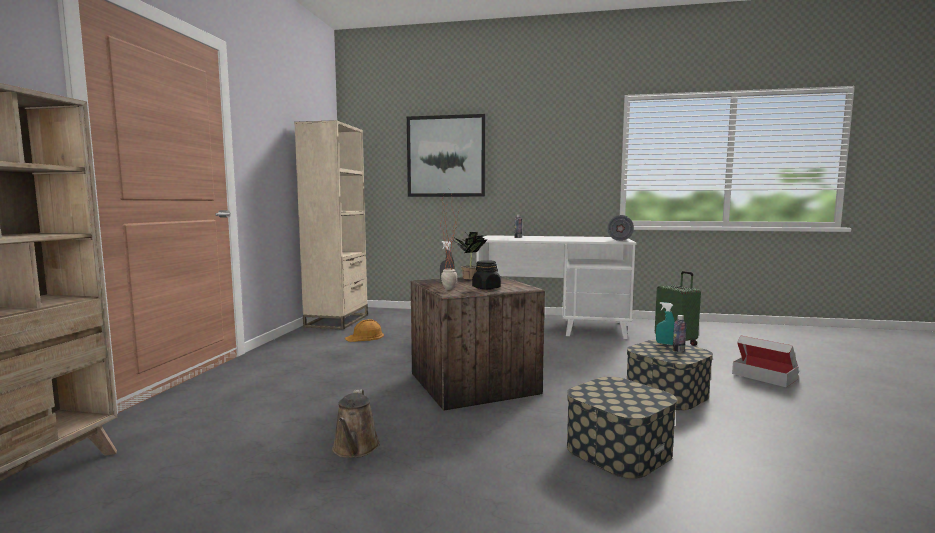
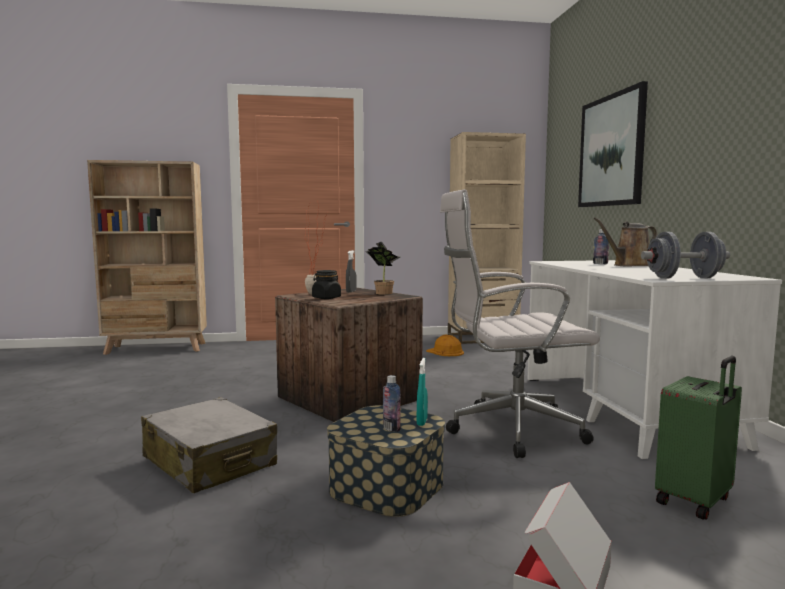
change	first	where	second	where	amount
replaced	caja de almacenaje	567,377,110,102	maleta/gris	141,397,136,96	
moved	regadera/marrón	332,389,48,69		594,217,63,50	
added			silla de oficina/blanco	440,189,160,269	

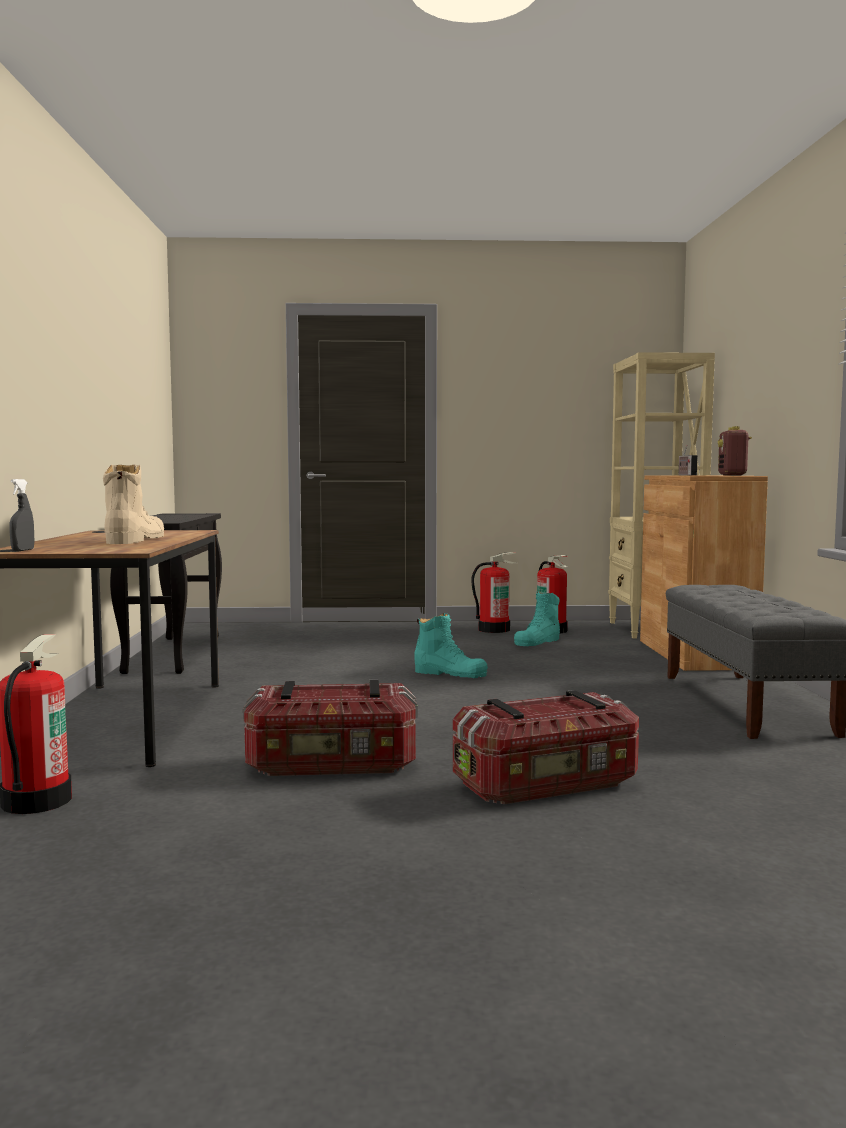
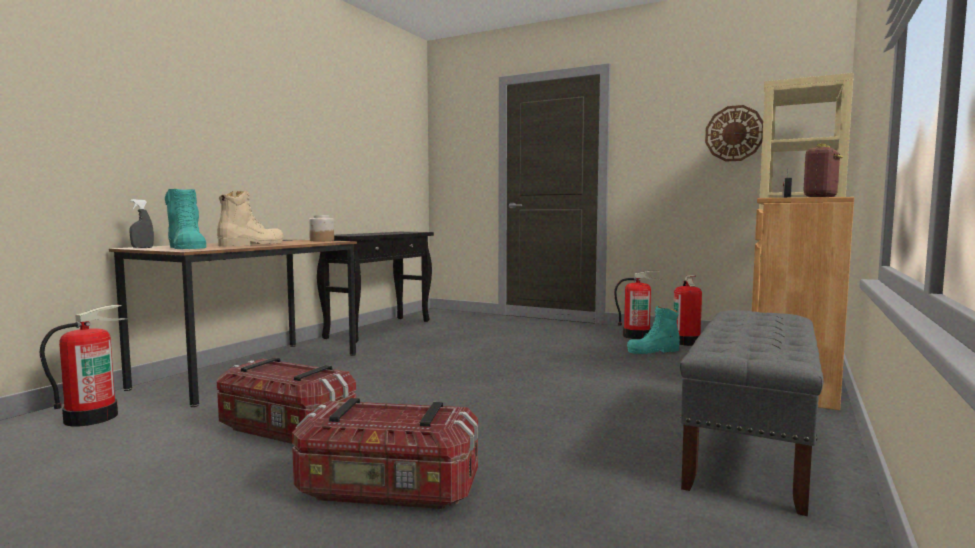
change	first	where	second	where	amount
moved	bota/turquesa	414,613,74,65		165,189,42,60	
added			reloj de pared	705,105,58,57	
added			tarro	309,215,25,26	

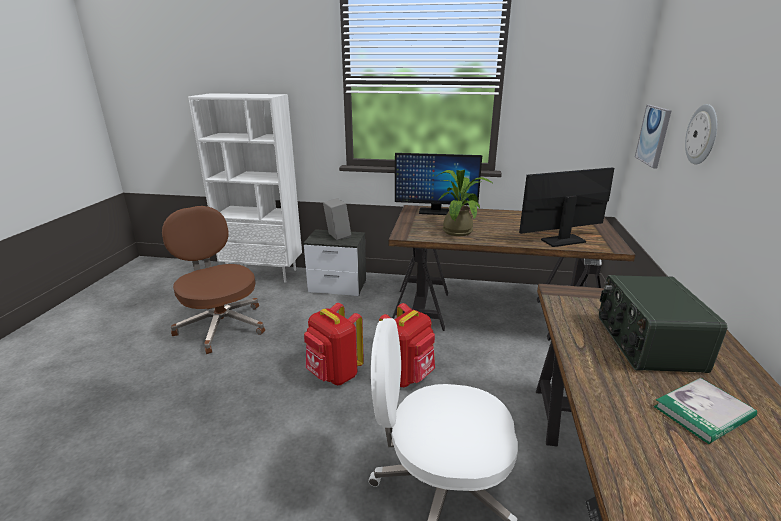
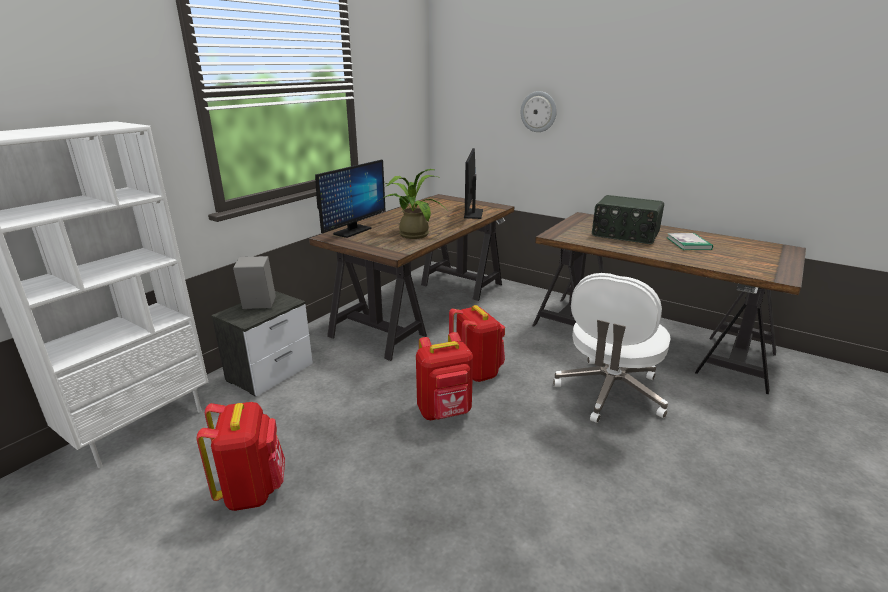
change	first	where	second	where	amount
removed	cuadro	635,105,37,64			
replaced	silla de oficina/marrón	162,206,103,148	mochila/rojo	196,402,89,109	

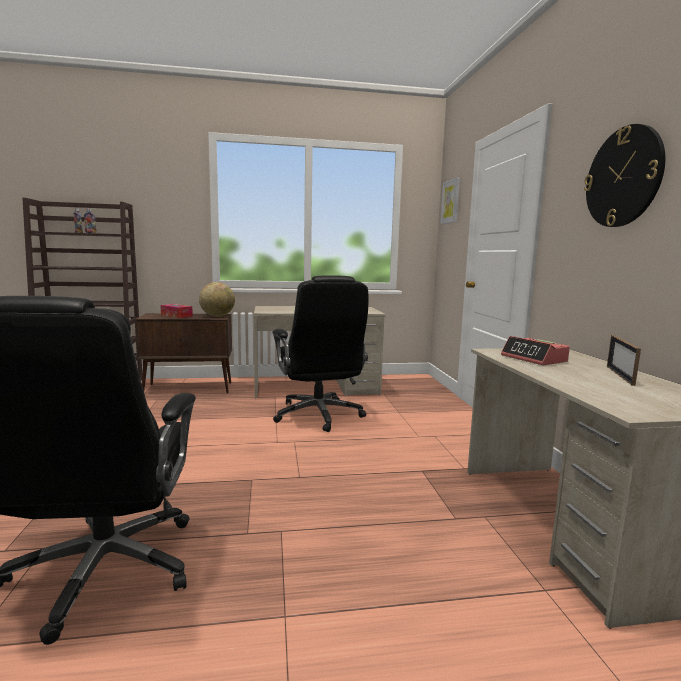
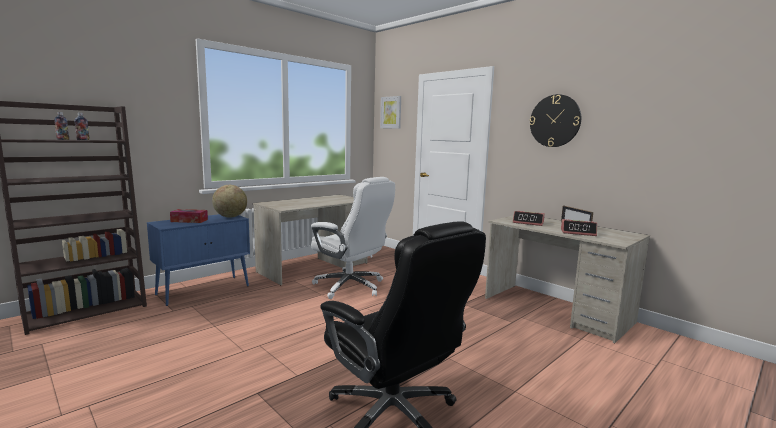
change	first	where	second	where	amount
recoloured	silla de oficina/negro	272,275,96,157	silla de oficina/blanco	311,177,84,122	
recoloured	armario/marrón	135,314,97,79	armario/azul	147,214,103,92	
added			despertador	561,219,36,17	

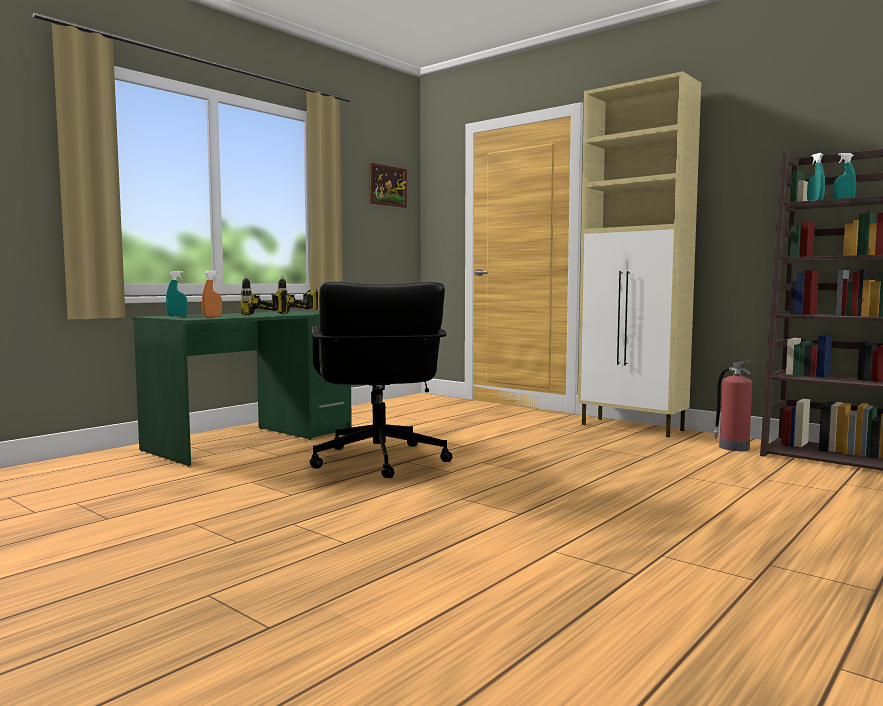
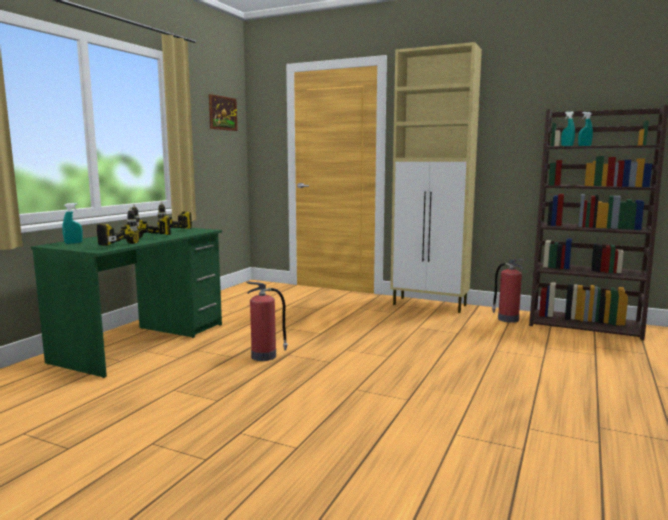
change	first	where	second	where	amount
replaced	pulverizador/naranja	202,270,20,47	taladro	97,207,42,39	
replaced	silla de oficina/negro	310,282,143,196	extintor	246,281,42,80	

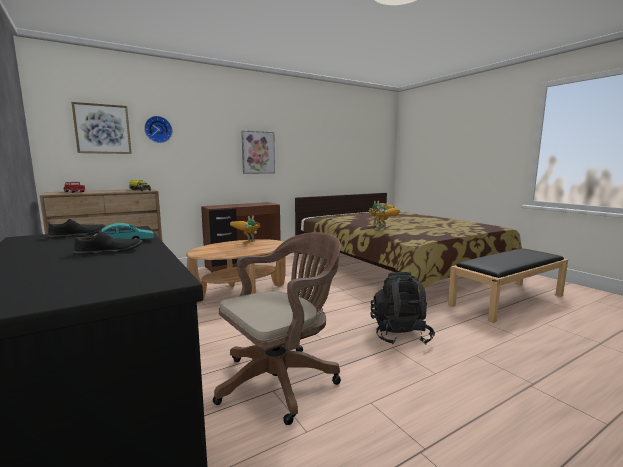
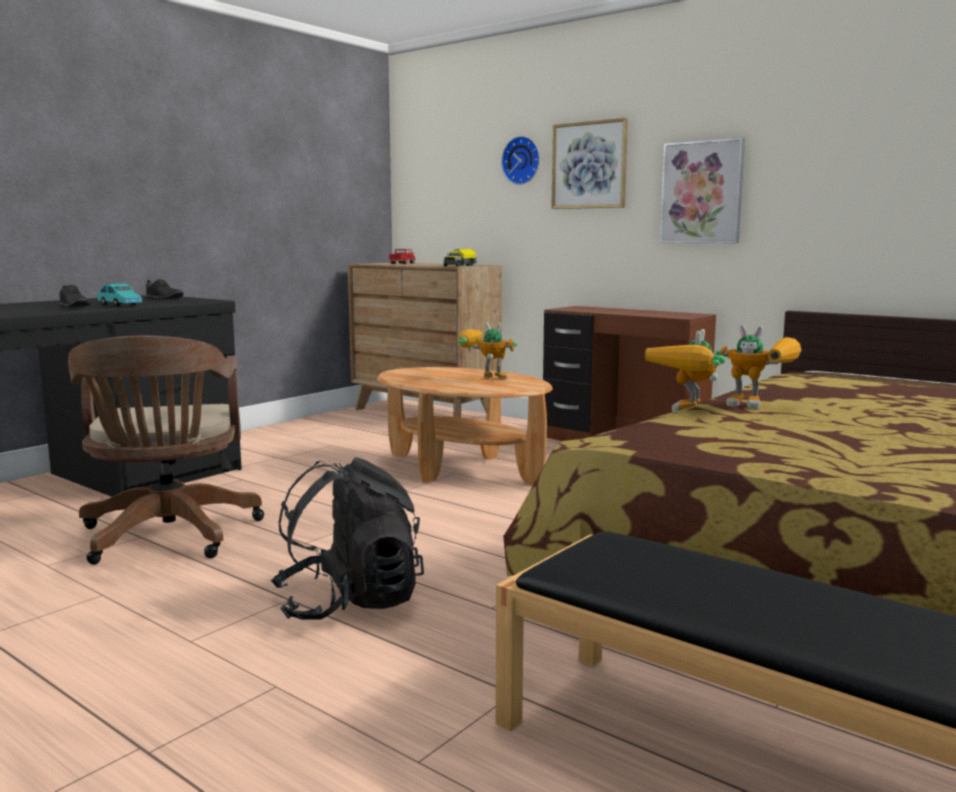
change	first	where	second	where	amount
moved	cuadro	71,102,61,52		551,118,77,91	
turned	silla de oficina/marrón	213,232,128,193		68,336,196,229	45 degrees clockwise

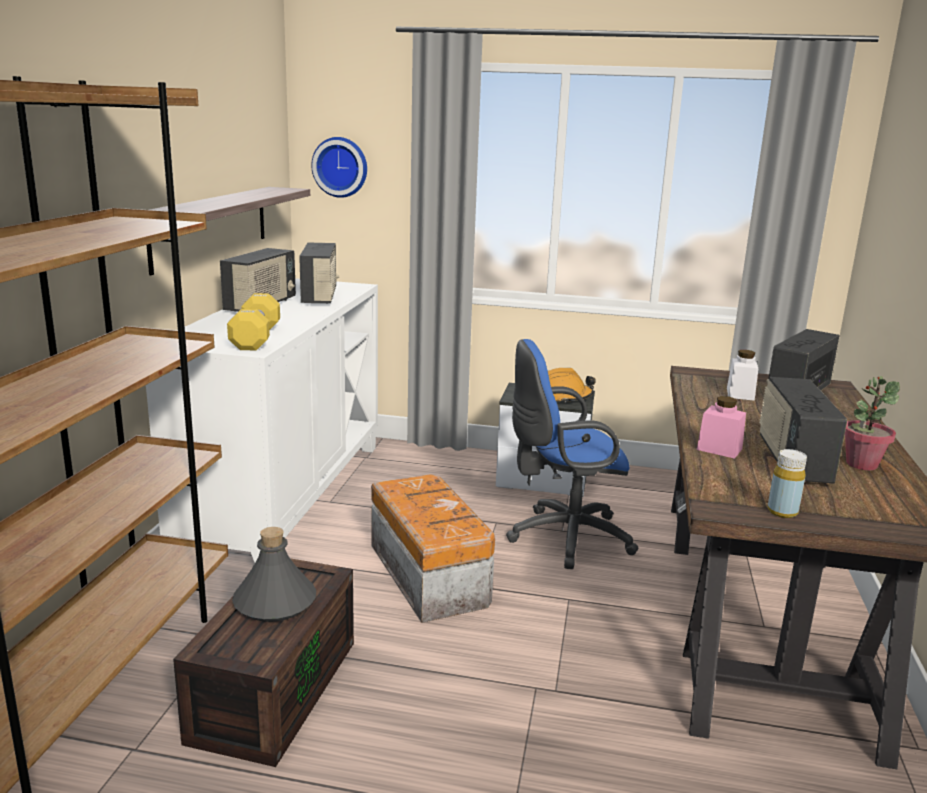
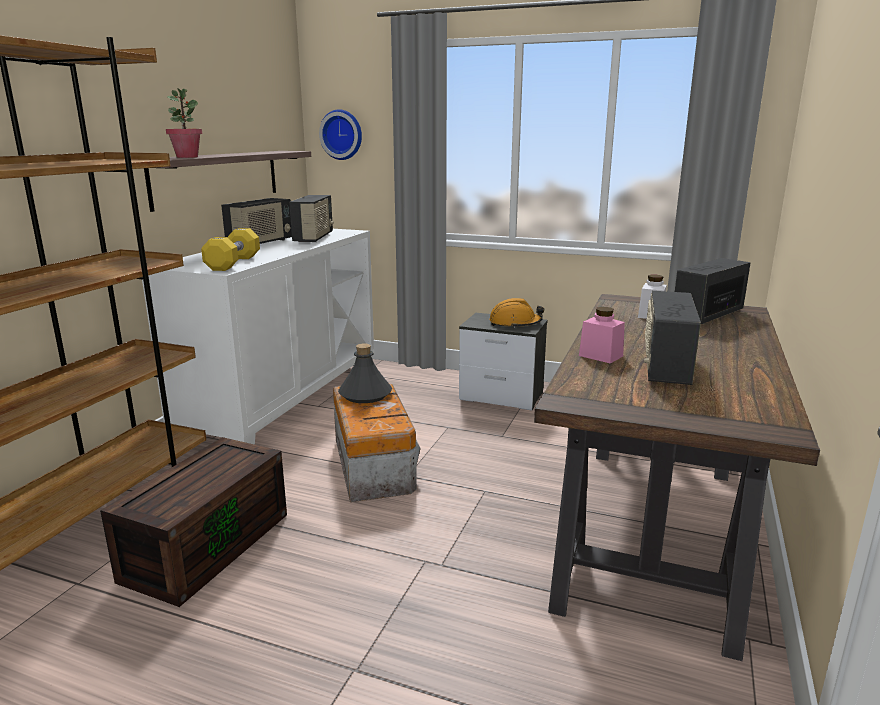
change	first	where	second	where	amount
removed	silla de oficina/azul	506,339,132,230			
moved	planta en maceta	845,376,55,94		166,88,36,70	
removed	botella/amarillo	768,449,39,69			
moved	botella/gris	232,527,84,95		338,343,54,60	

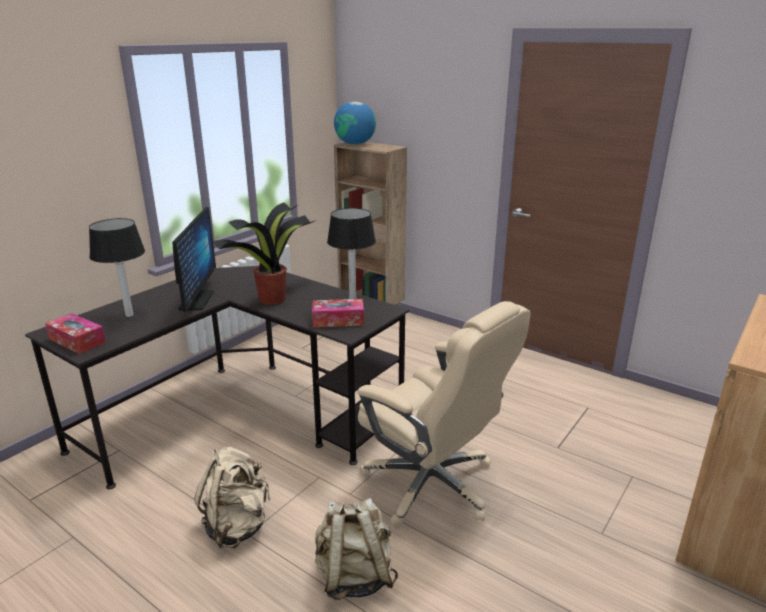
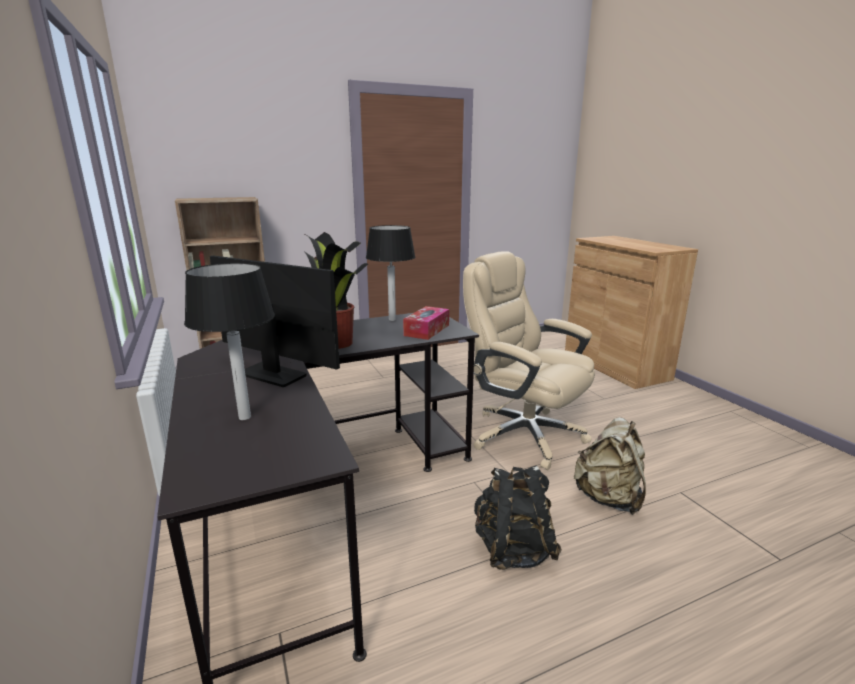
change	first	where	second	where	amount
removed	globo terráqueo	334,102,42,42			
turned	silla de oficina/beis	358,301,173,227		463,251,132,219	120 degrees counterclockwise
removed	caja de pañuelos	45,313,61,41			
recoloured	mochila/beis	194,447,76,102	mochila/negro	474,466,88,104	

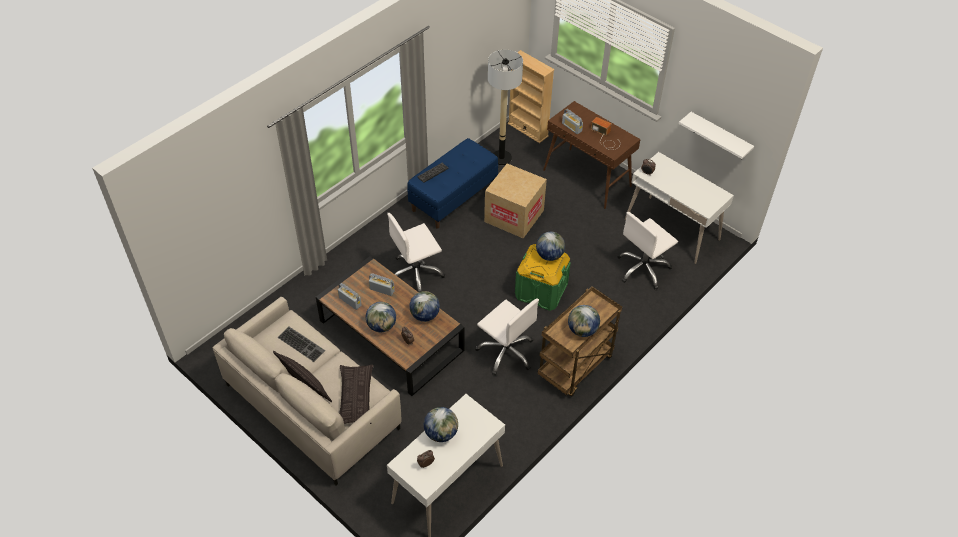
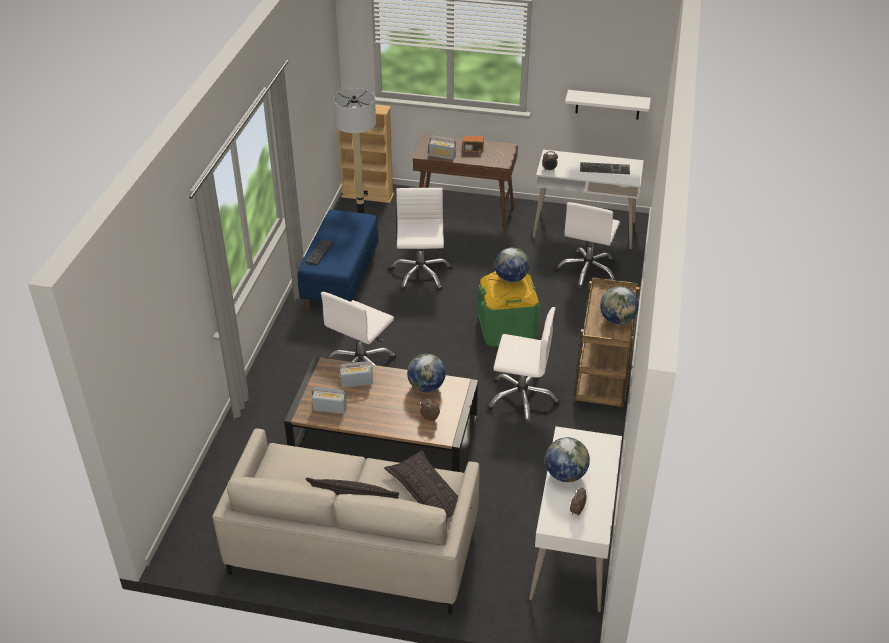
change	first	where	second	where	amount
replaced	caja de cartón	484,163,63,75	silla de oficina/blanco	389,188,64,104	
removed	globo terráqueo	366,302,30,30			
moved	teclado	277,327,48,35		580,162,50,12	

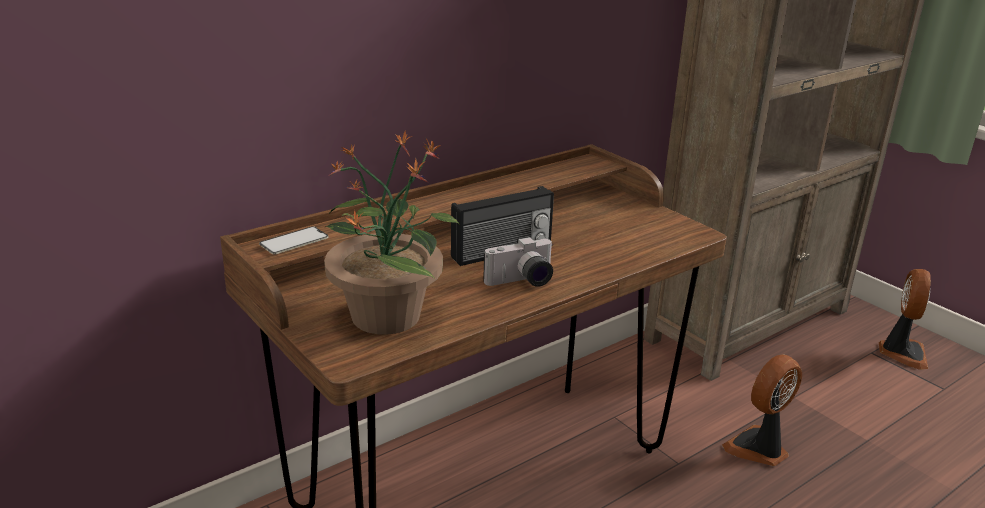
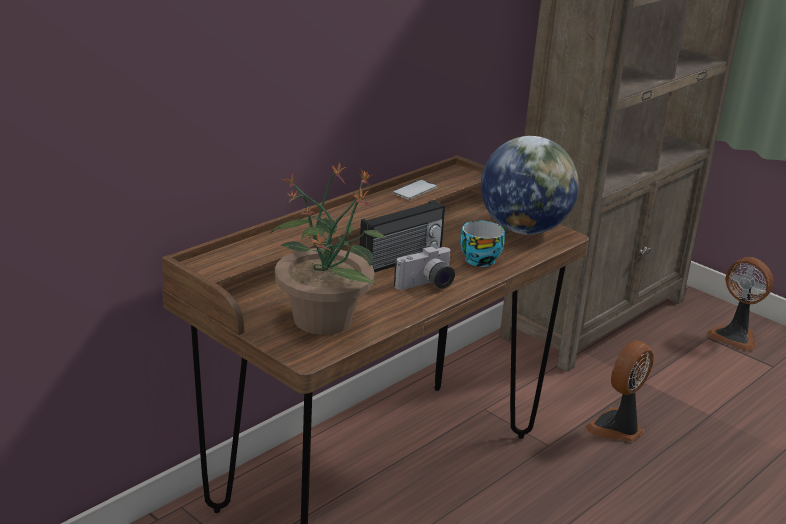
change	first	where	second	where	amount
moved	móvil	259,226,69,28		392,179,46,20	
turned	ventilador	879,269,52,101		707,257,67,94	120 degrees clockwise
added			globo terráqueo	481,136,98,98	
added			taza	460,220,45,47	

